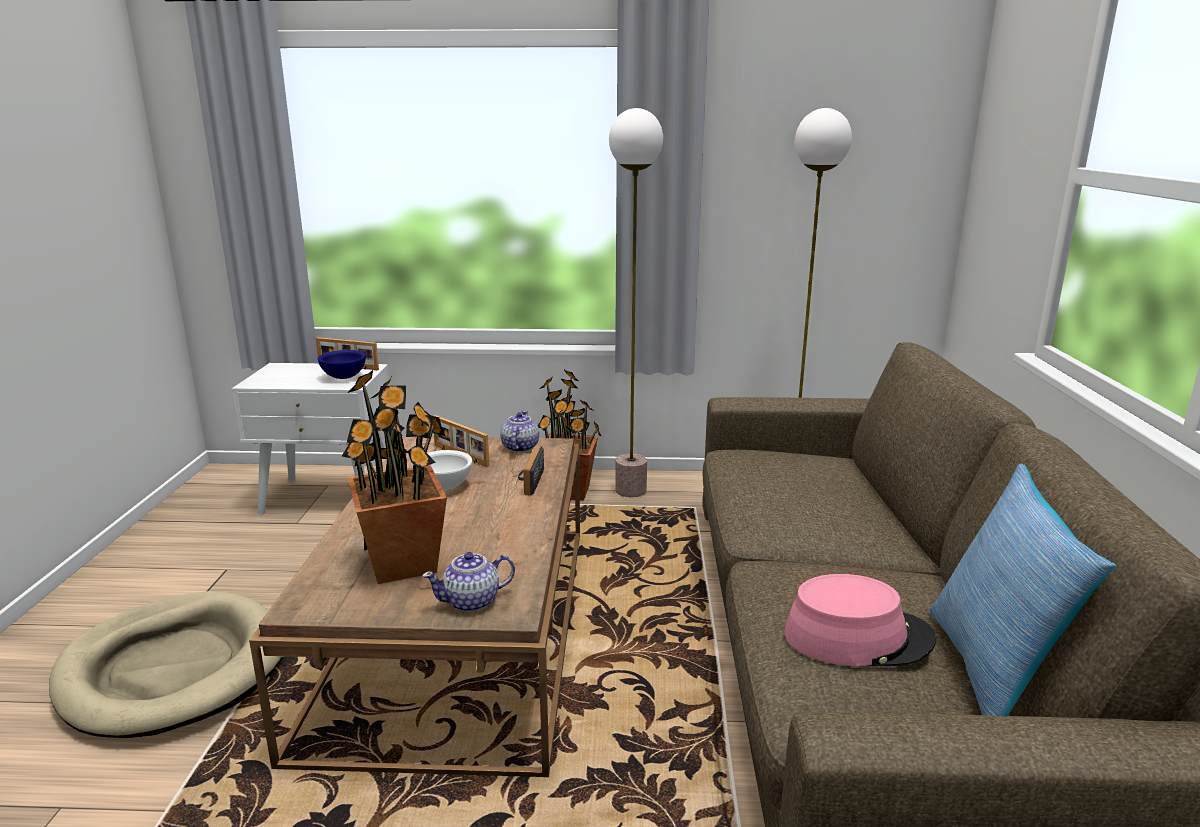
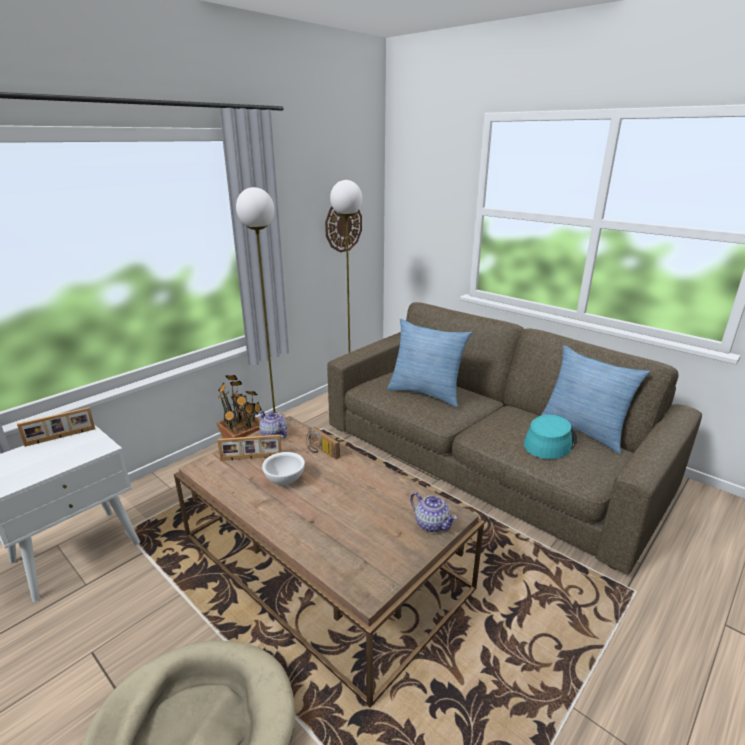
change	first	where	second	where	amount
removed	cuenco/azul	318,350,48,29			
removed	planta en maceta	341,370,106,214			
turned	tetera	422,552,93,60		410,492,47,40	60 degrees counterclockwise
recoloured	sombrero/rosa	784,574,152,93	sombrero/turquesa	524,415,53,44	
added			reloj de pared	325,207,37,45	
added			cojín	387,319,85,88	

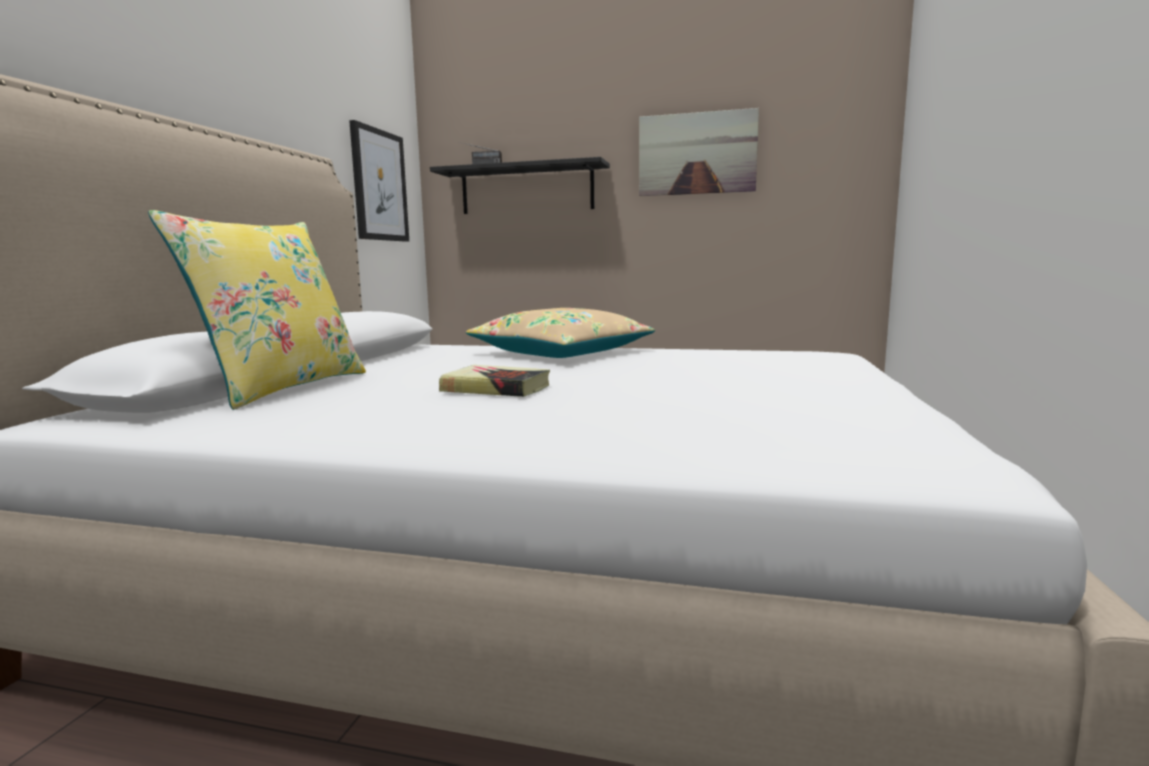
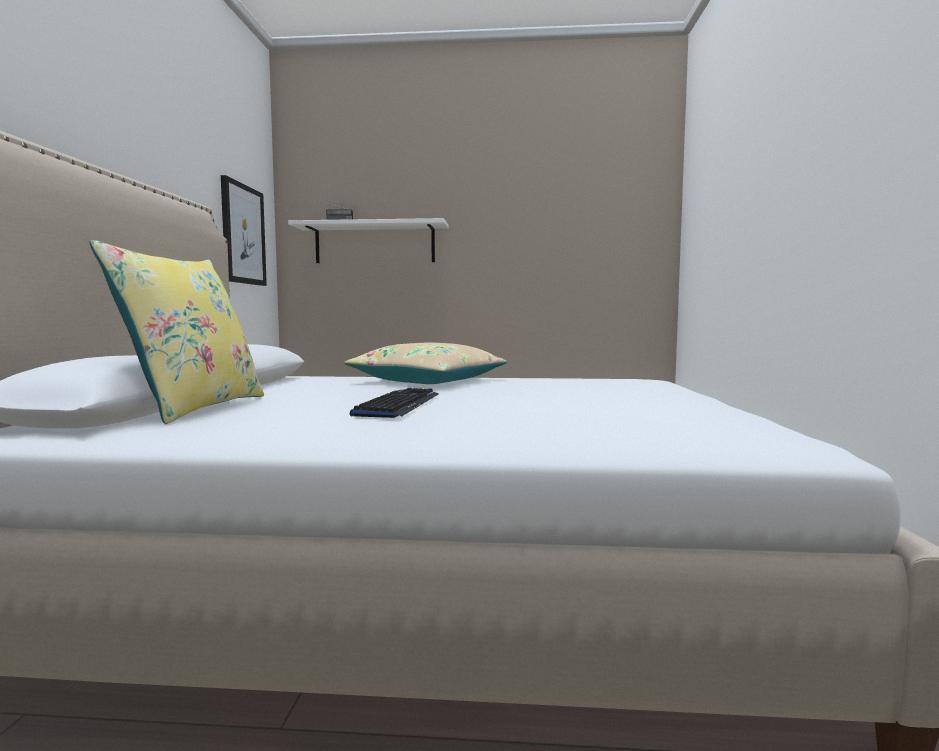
change	first	where	second	where	amount
removed	cuadro	639,108,120,88			
recoloured	estante/negro	430,157,180,57	estante/blanco	288,218,160,45	
replaced	libro	439,365,111,32	teclado	350,388,89,30	

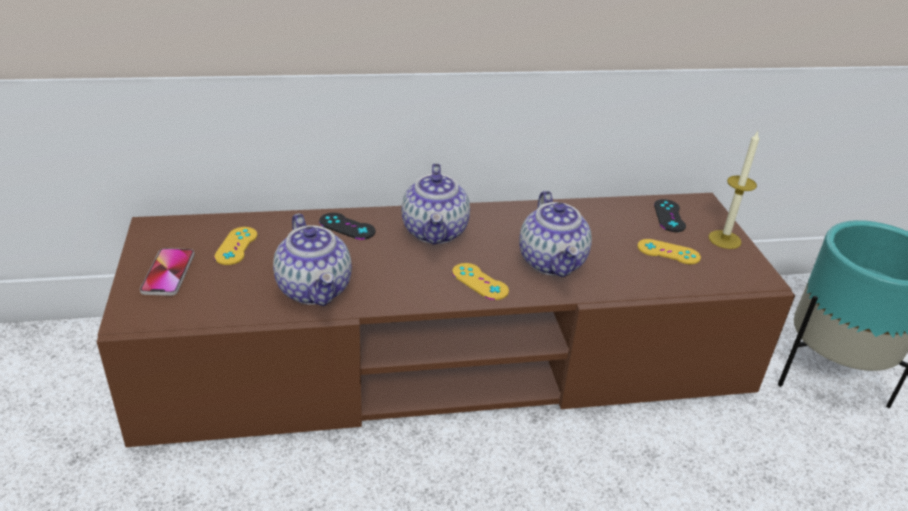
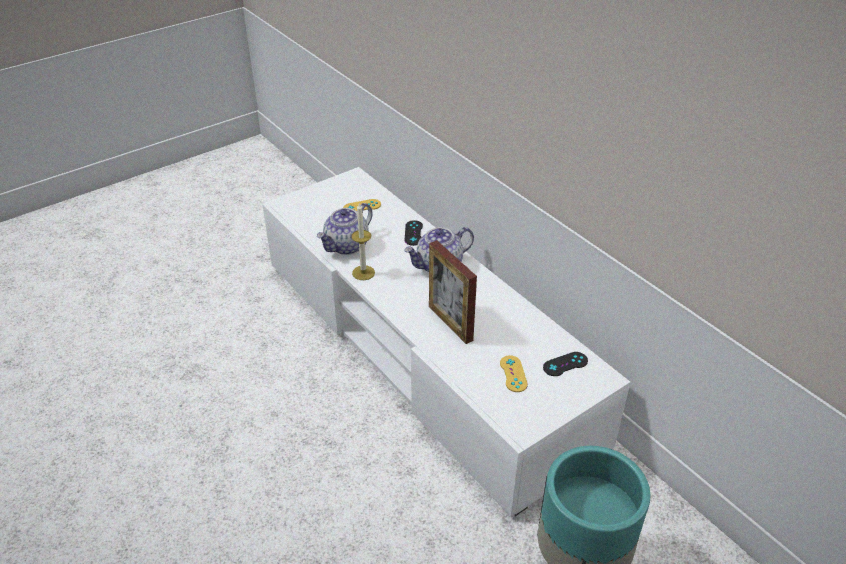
change	first	where	second	where	amount
moved	vela	708,131,51,118		351,203,24,77	
replaced	tetera	519,191,73,86	portarretratos	429,240,48,104	
recoloured	mueble de televisión/marrón	97,193,698,254	mueble de televisión/blanco	262,167,368,350	
removed	móvil	140,248,55,48			
removed	mando de consola/amarillo	452,263,57,37			

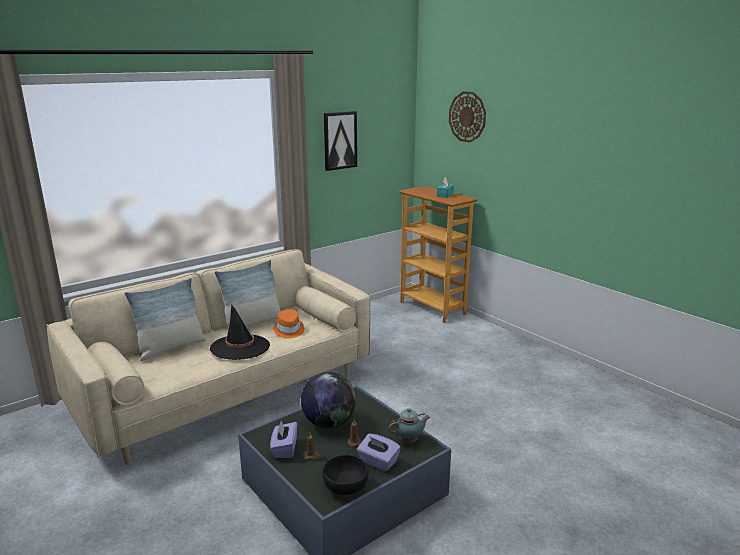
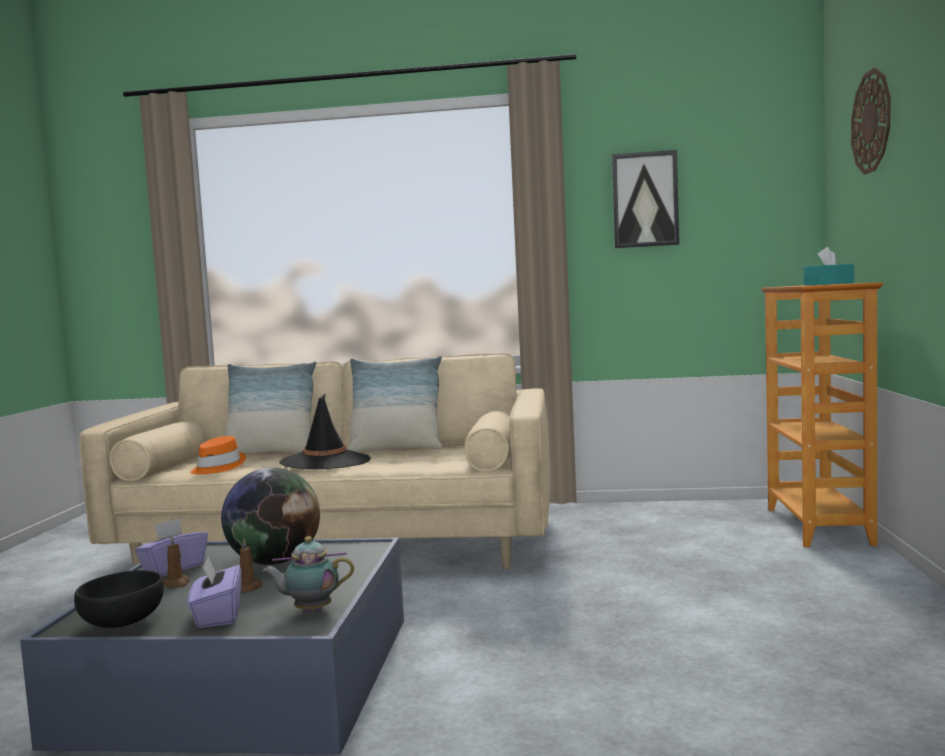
change	first	where	second	where	amount
moved	sombrero/naranja	273,309,31,29		190,436,56,38	
turned	tetera	389,408,41,35		263,536,91,76	150 degrees clockwise

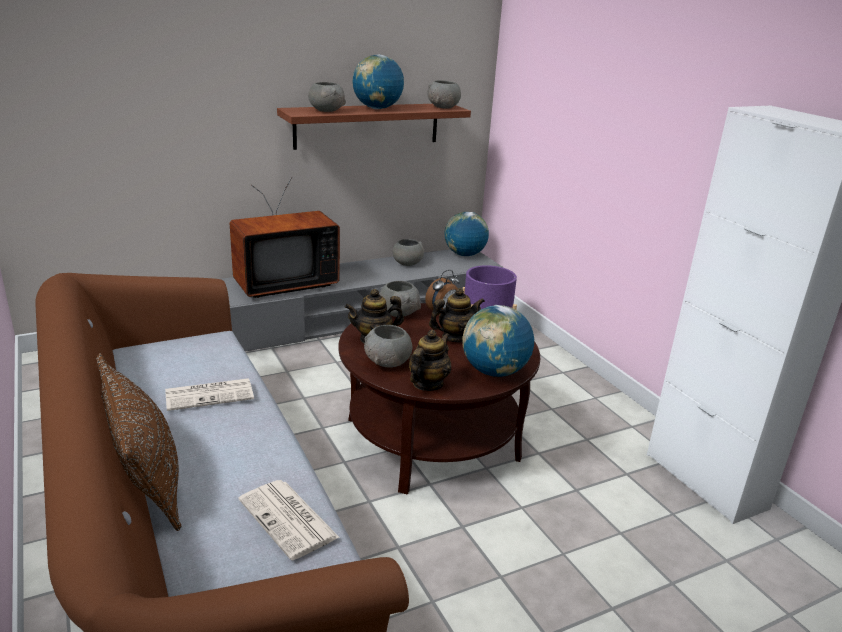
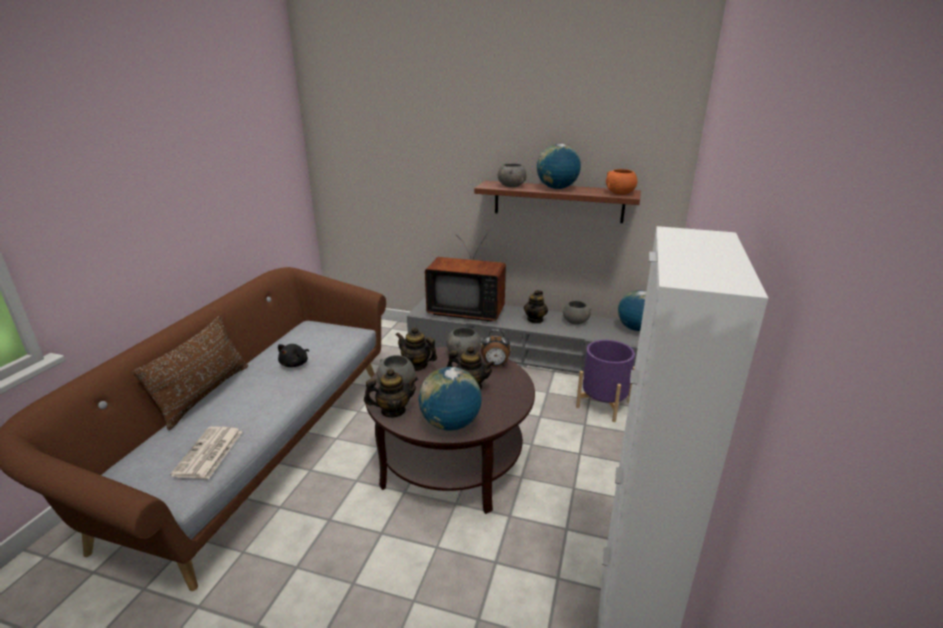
change	first	where	second	where	amount
recoloured	cuenco/gris	427,80,34,29	cuenco/naranja	606,169,31,26	
replaced	periódico	165,378,89,33	peluche/negro	278,344,31,23	
added			tetera	524,290,24,34	

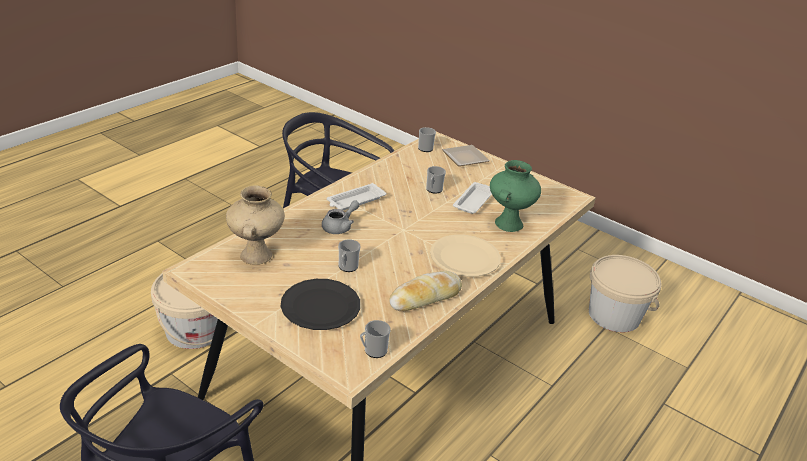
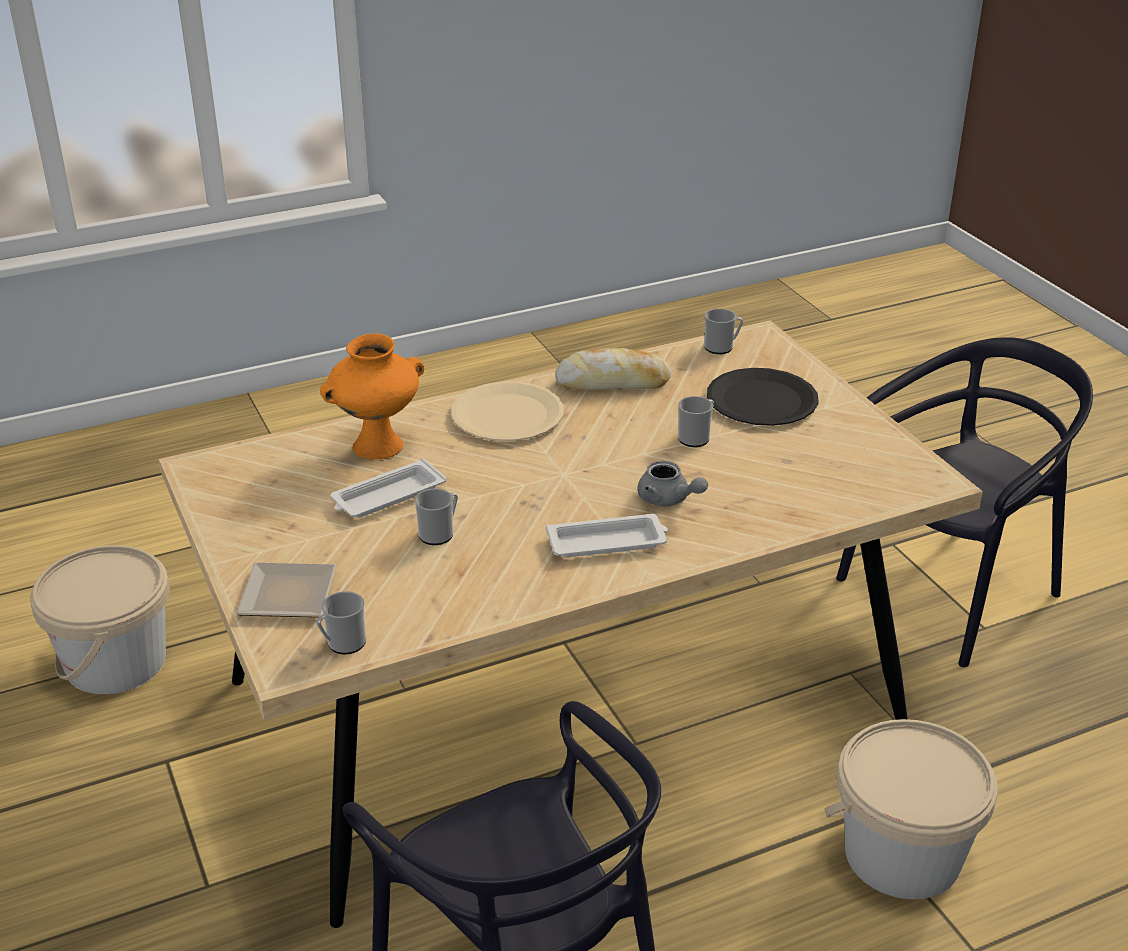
change	first	where	second	where	amount
recoloured	florero/verde	490,160,51,72	florero/naranja	320,333,104,126	
removed	florero/beis	226,186,59,79			
turned	tetera/gris	322,200,38,34		637,461,71,45	120 degrees counterclockwise

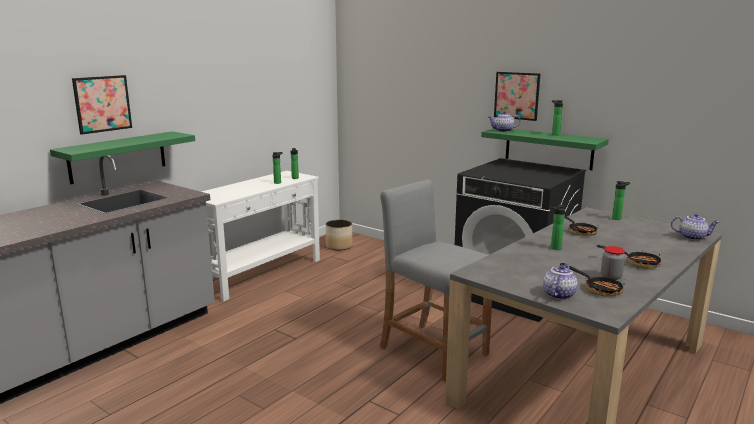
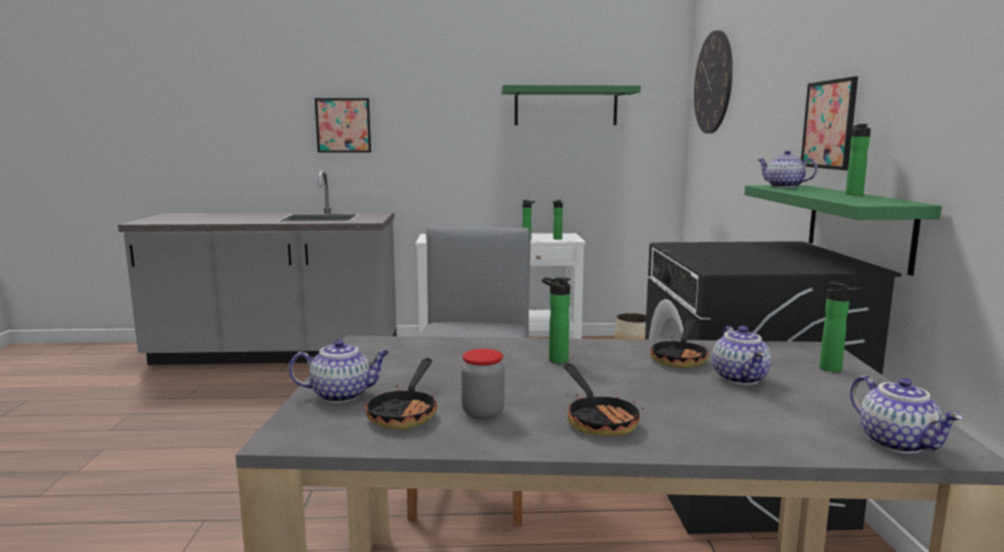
change	first	where	second	where	amount
moved	estante/verde	50,131,145,54		501,85,140,40	
added			reloj de pared	694,30,39,104	
added			tetera	712,326,59,59	

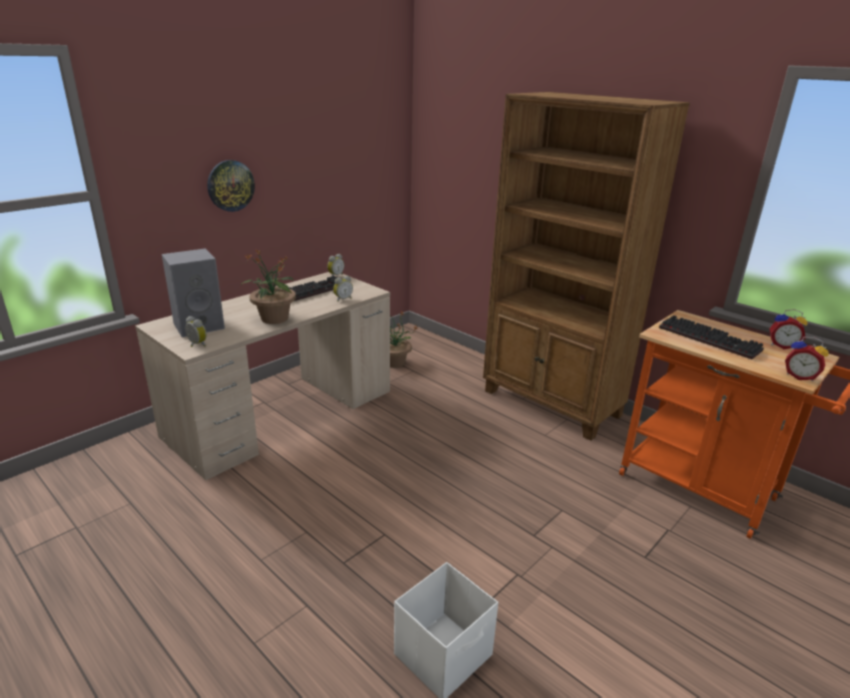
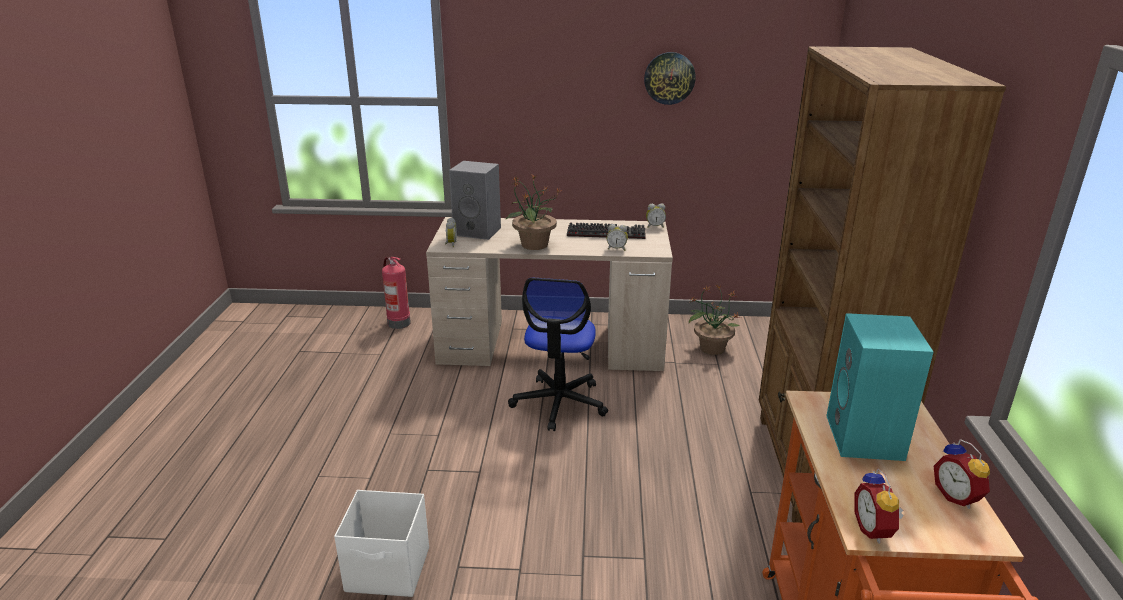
change	first	where	second	where	amount
moved	reloj de pared	207,160,48,52		644,52,52,53	
replaced	teclado	659,315,105,44	altavoz/turquesa	826,313,107,148	
added			extintor	382,257,29,72	
added			silla de oficina	508,278,100,153	

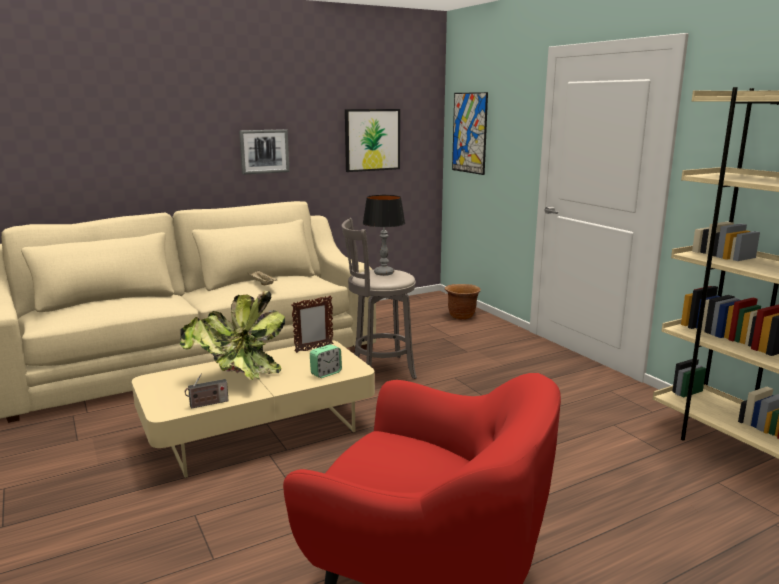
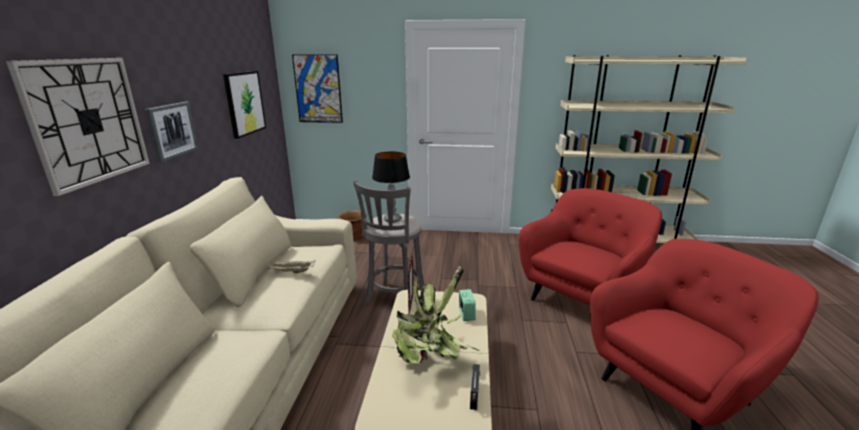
change	first	where	second	where	amount
added			reloj de pared	6,58,144,138	
added			sillón/rojo	519,188,143,117	

